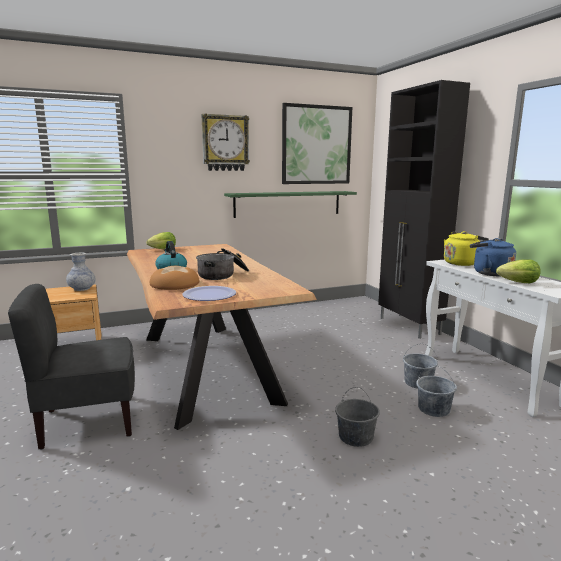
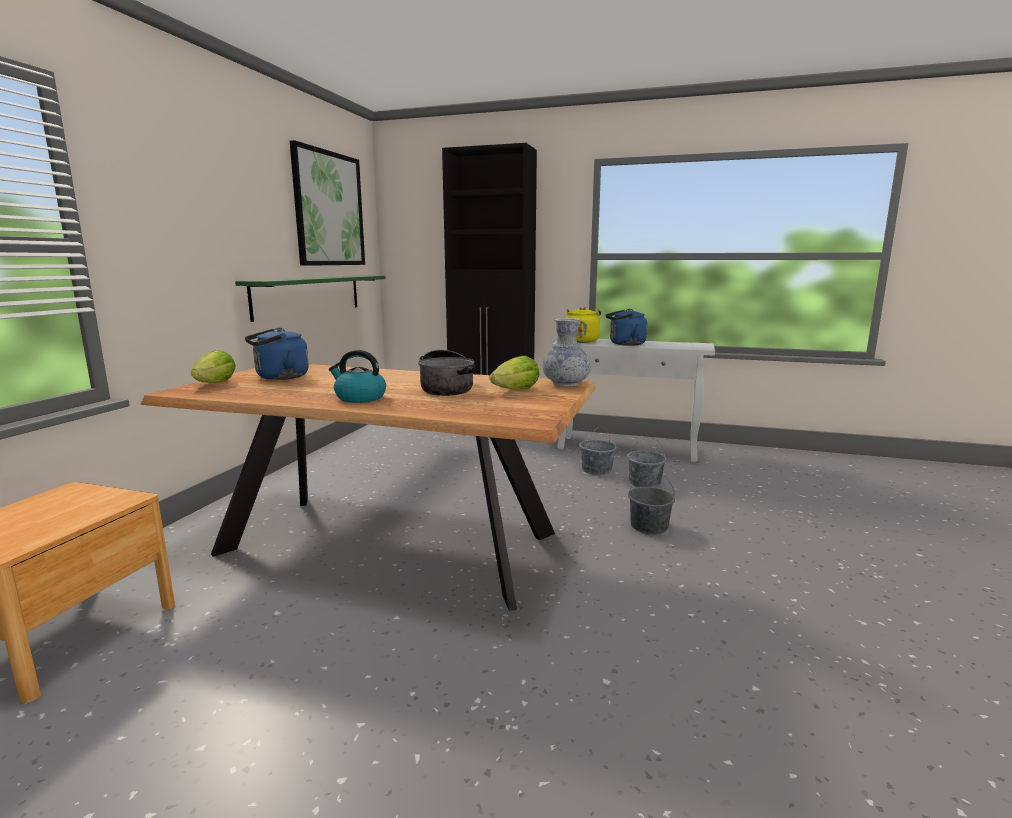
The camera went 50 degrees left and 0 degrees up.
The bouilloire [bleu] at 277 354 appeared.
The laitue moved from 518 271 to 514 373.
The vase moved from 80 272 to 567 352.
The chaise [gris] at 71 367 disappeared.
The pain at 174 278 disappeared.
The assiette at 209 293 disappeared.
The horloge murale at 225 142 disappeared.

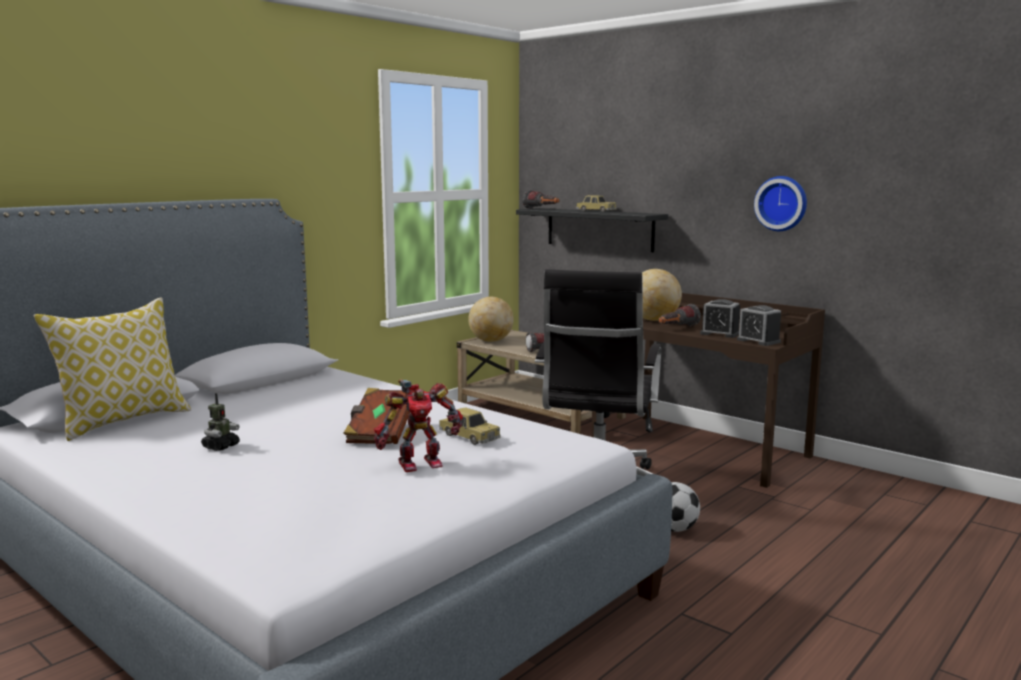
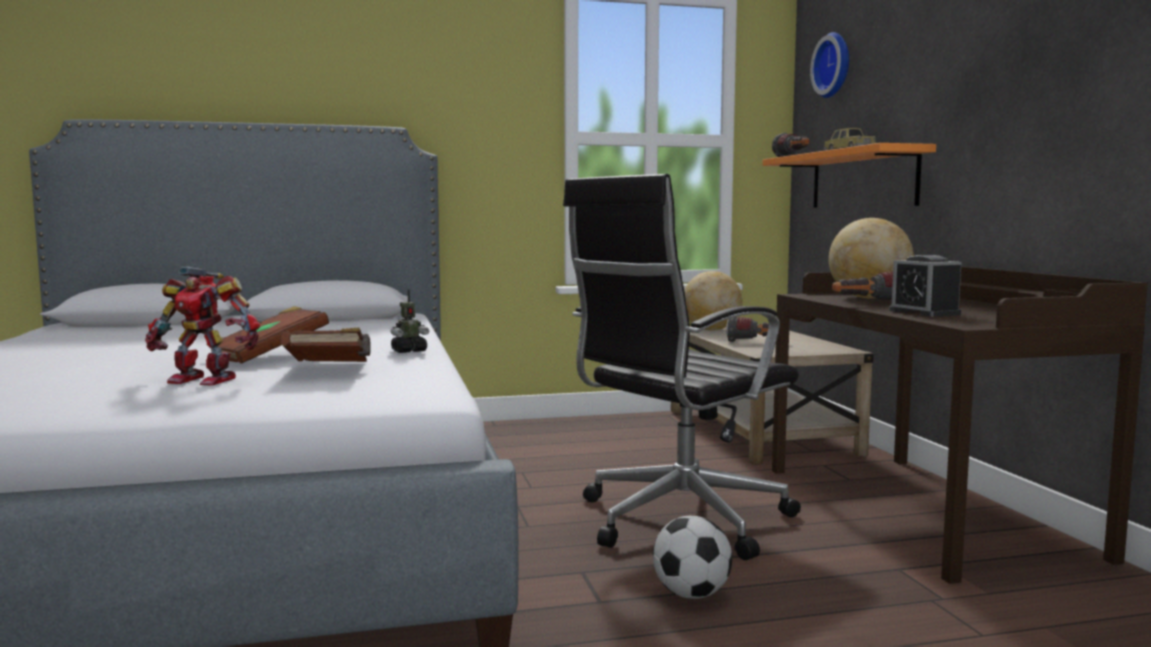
The camera went 35 degrees right and 5 degrees down.
The petite voiture at 469 426 was replaced by the livre [marron] at 325 345.
The robot jouet moved from 220 422 to 410 321.
The étagère [noir] at 592 230 became the étagère [orange] at 849 175.
The horloge murale moved from 780 203 to 829 65.
The coussin at 112 369 disappeared.
The réveil at 759 325 disappeared.

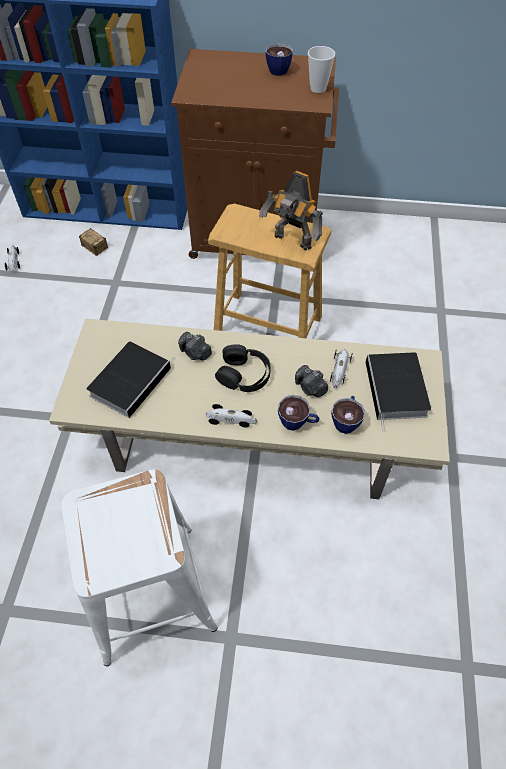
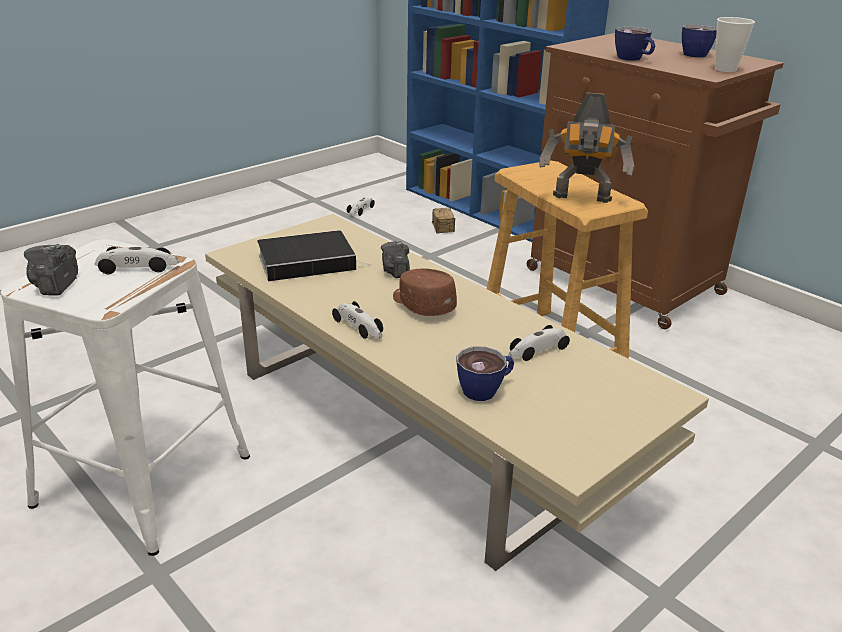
The camera went 40 degrees right and 25 degrees down.
The appareil photo moved from 311 381 to 51 269.
The petite voiture at 136 260 appeared.
The casque audio [noir] at 243 368 was replaced by the casquette [marron] at 425 292.
The robot jouet at 291 210 turned 60 degrees counterclockwise.
The tasse moved from 299 413 to 635 43.
The livre at 398 392 disappeared.

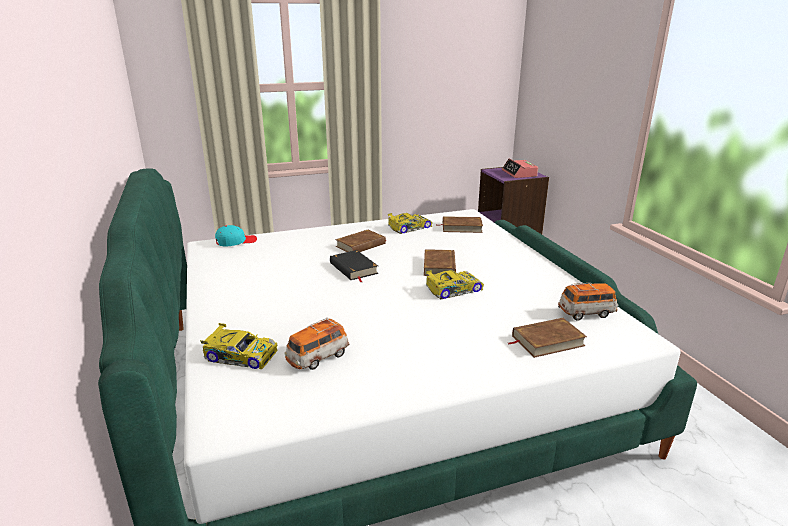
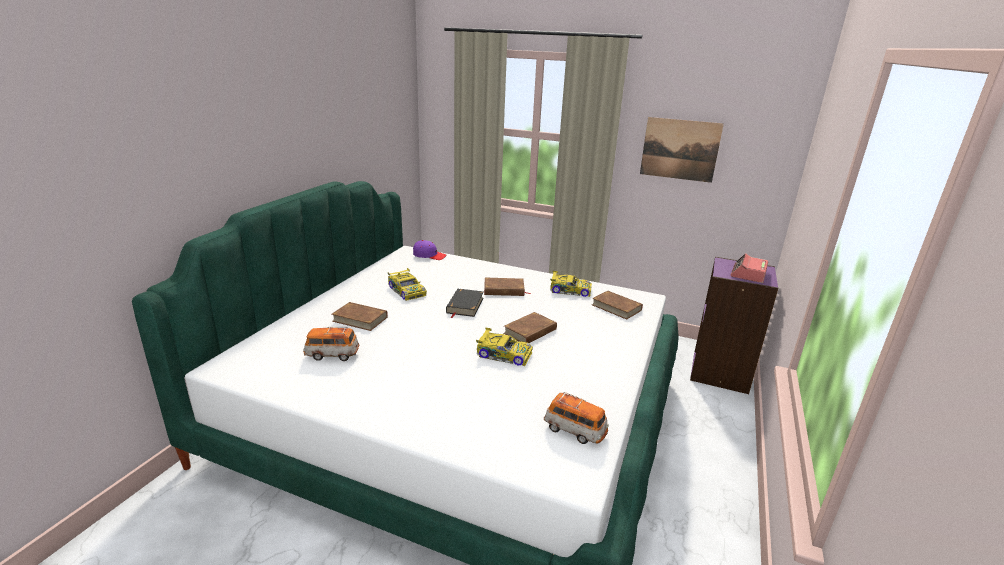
The camera went 40 degrees right and 0 degrees up.
The livre [marron] moved from 547 338 to 360 316.
The petite voiture moved from 239 346 to 407 284.
The casquette [turquoise] at 236 235 became the casquette [violet] at 429 250.
The tableau at 682 150 appeared.

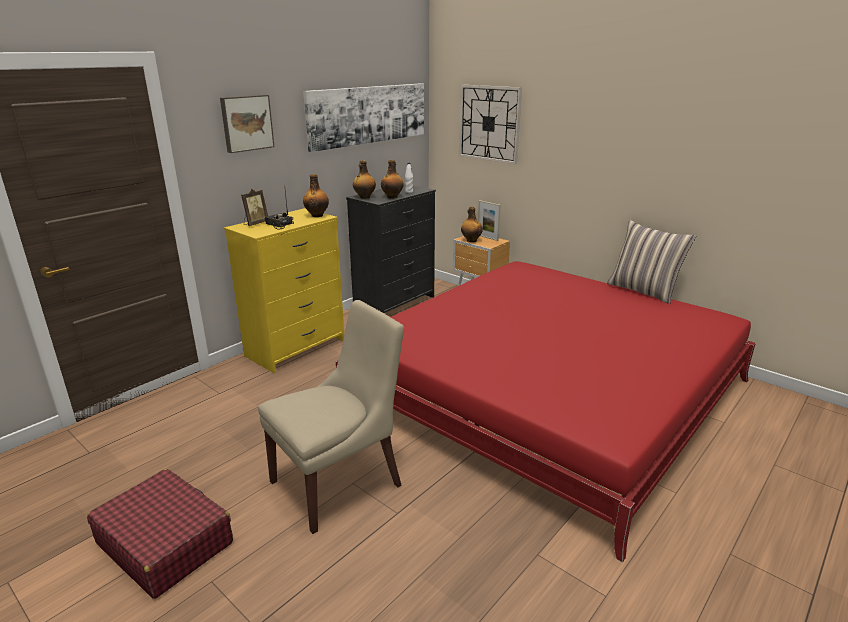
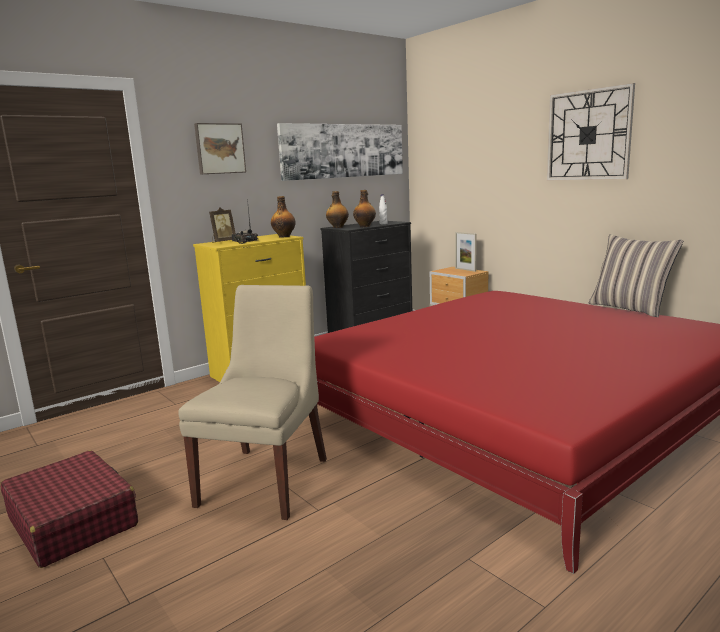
The camera went 10 degrees right and 10 degrees down.
The chaise [beige] at 331 417 turned 45 degrees counterclockwise.
The horloge murale moved from 490 124 to 591 131.
The bouteille at 472 224 disappeared.

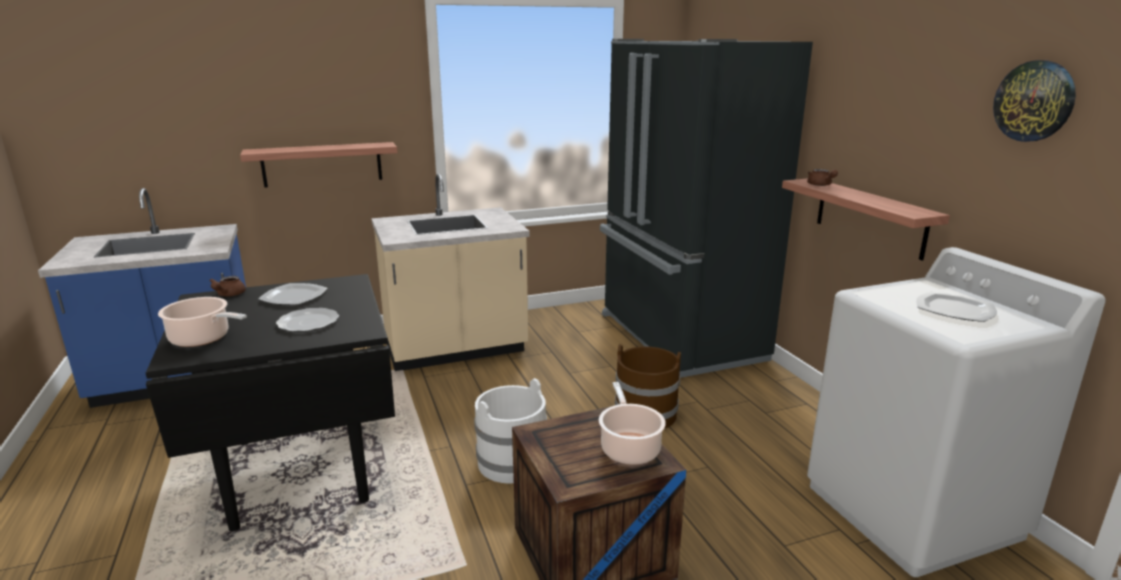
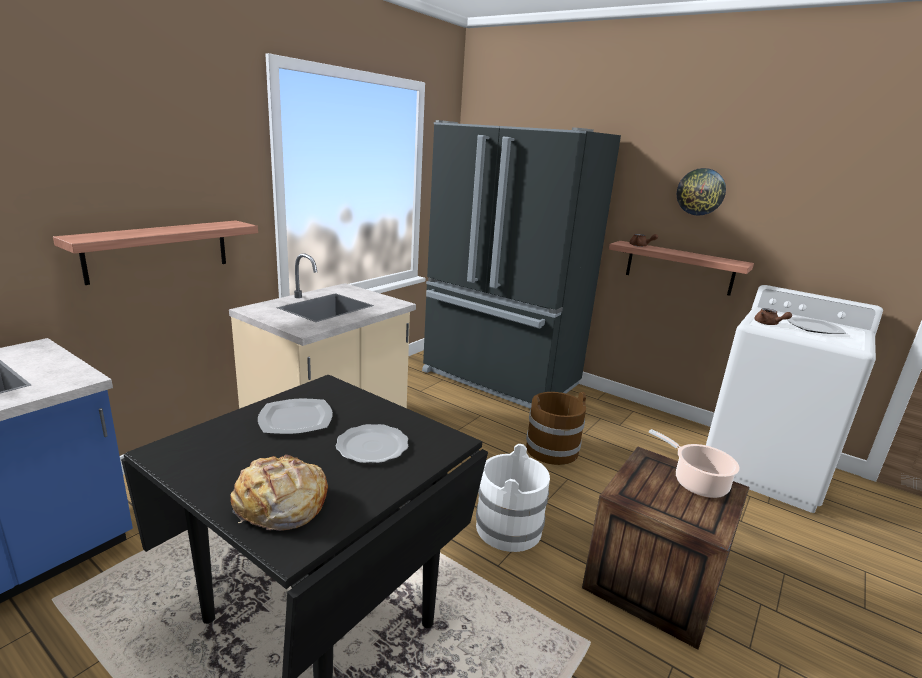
The camera went 35 degrees left and 0 degrees up.
The marmite at 202 322 was replaced by the pain at 279 492.
The horloge murale moved from 1034 101 to 701 192.
The théière [marron] moved from 227 286 to 773 316.

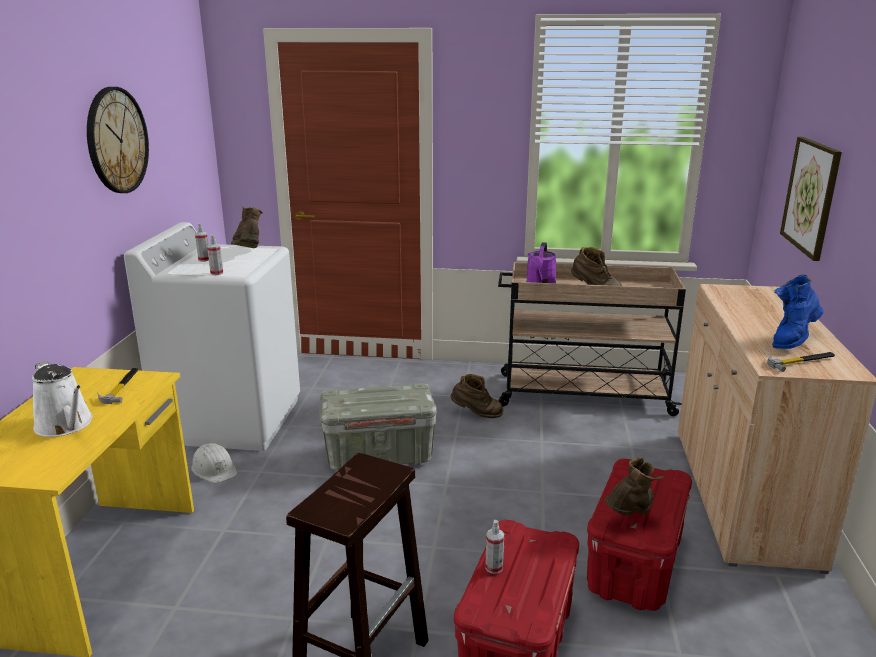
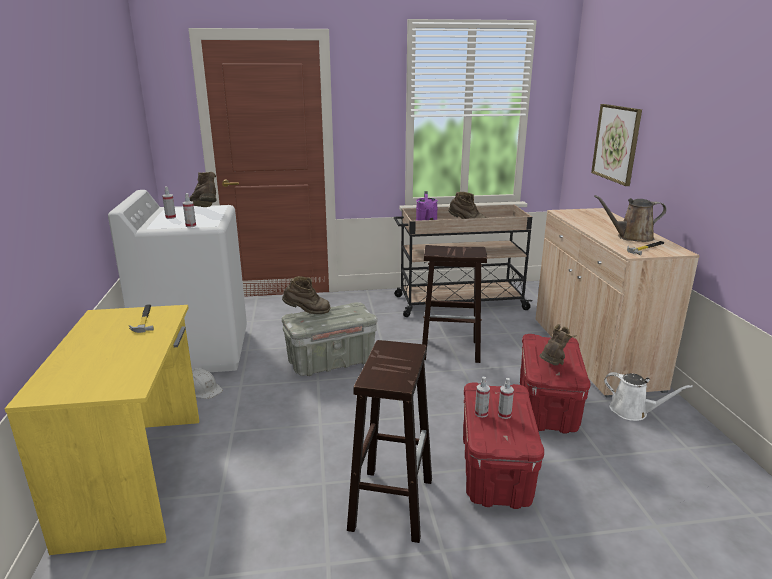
The camera went 15 degrees left and 0 degrees up.
The botte [marron] moved from 477 396 to 306 295.
The tabouret [marron] at 454 304 appeared.
The vaporisateur at 506 398 appeared.
The botte [bleu] at 798 312 was replaced by the arrosoir [marron] at 630 218.
The arrosoir [blanc] moved from 62 399 to 648 396.
The horloge murale at 118 140 disappeared.

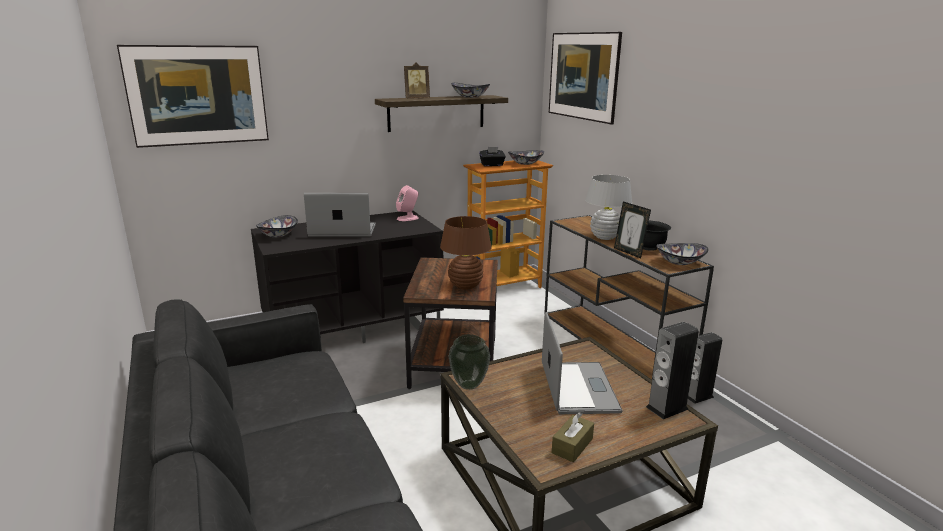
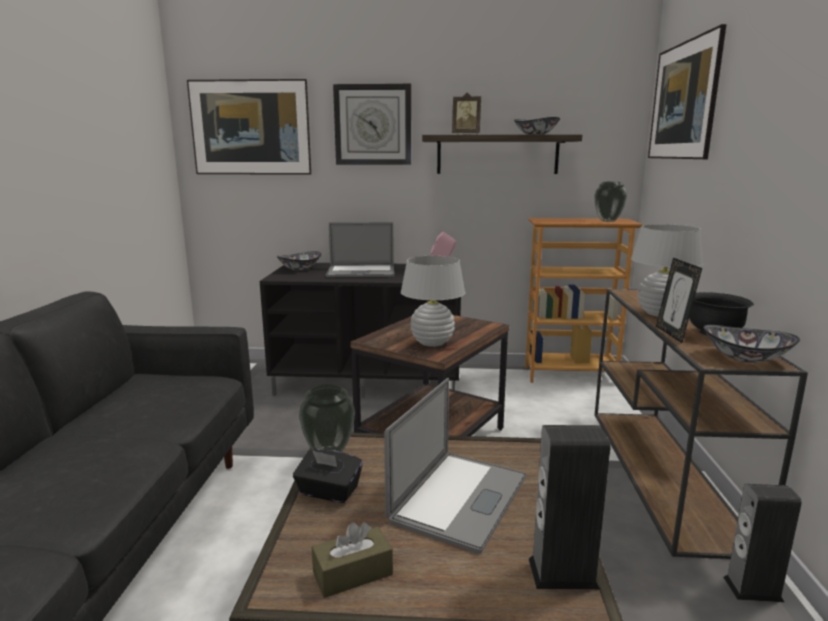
The camera went 30 degrees right and 5 degrees down.
The boîte à mouchoirs [noir] moved from 492 156 to 328 476.
The ordinateur portable at 340 215 turned 150 degrees clockwise.
The horloge murale at 372 124 appeared.
The lampe de table [marron] at 466 253 became the lampe de table [blanc] at 432 301.
The bol at 526 157 was replaced by the vase at 610 202.

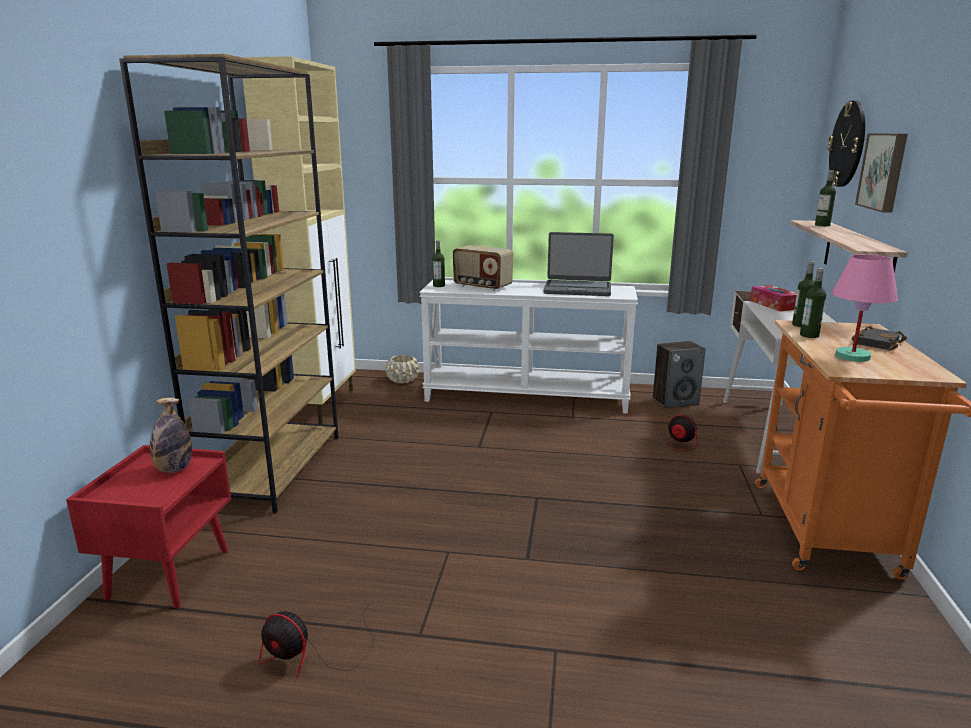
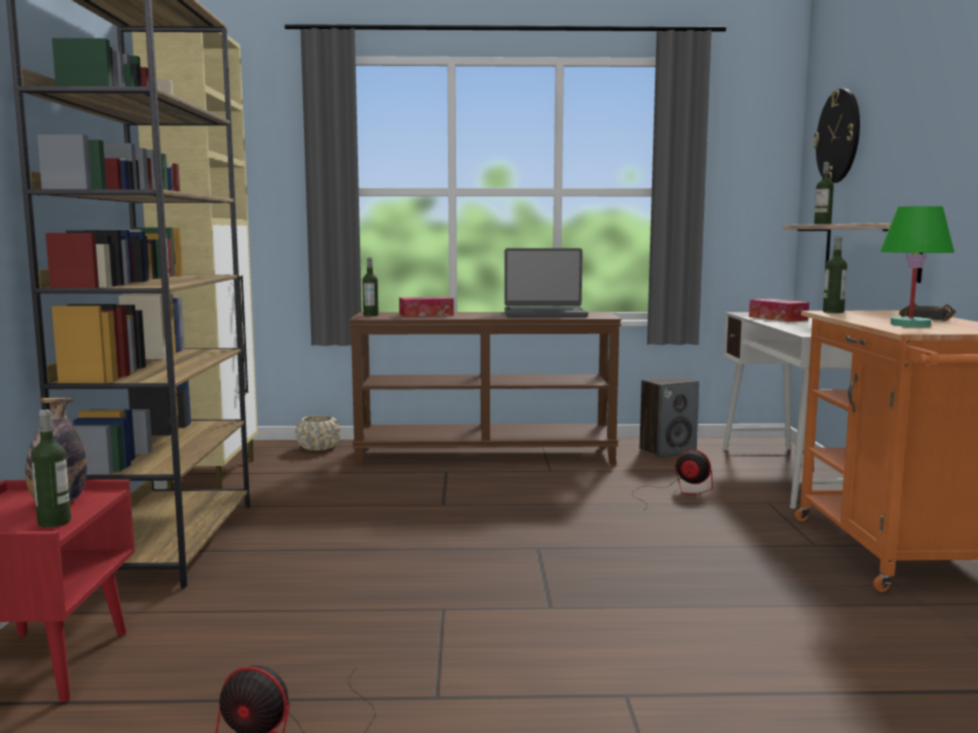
The camera went 10 degrees left and 10 degrees down.
The bouteille moved from 813 303 to 51 468.
The table console [blanc] at 528 347 became the table console [marron] at 485 389.
The radio at 483 268 was replaced by the boîte à mouchoirs at 426 306.
The lampe de table [rose] at 865 308 became the lampe de table [vert] at 917 266.
The tableau at 881 173 disappeared.

